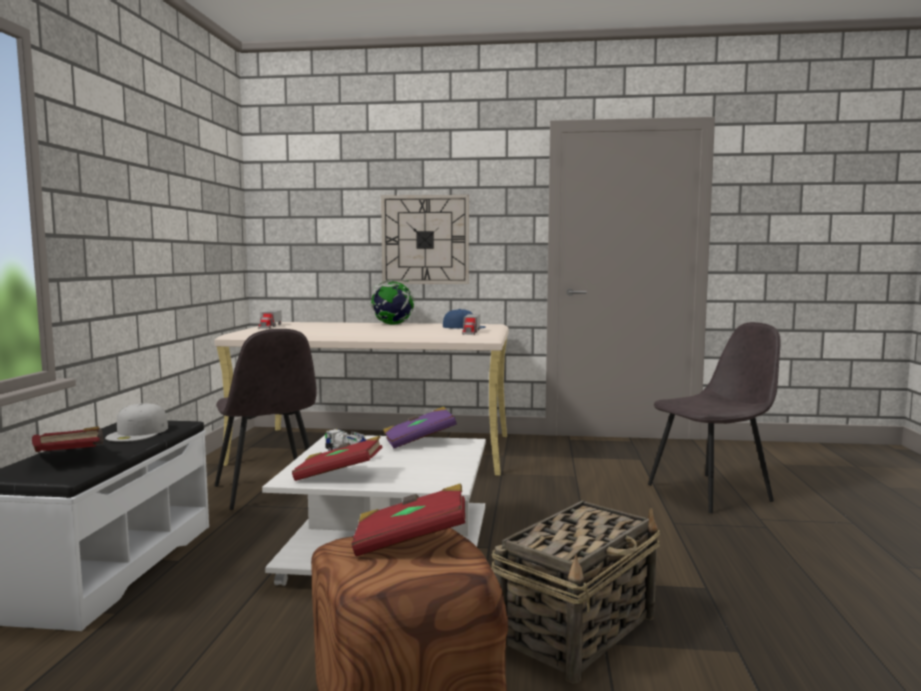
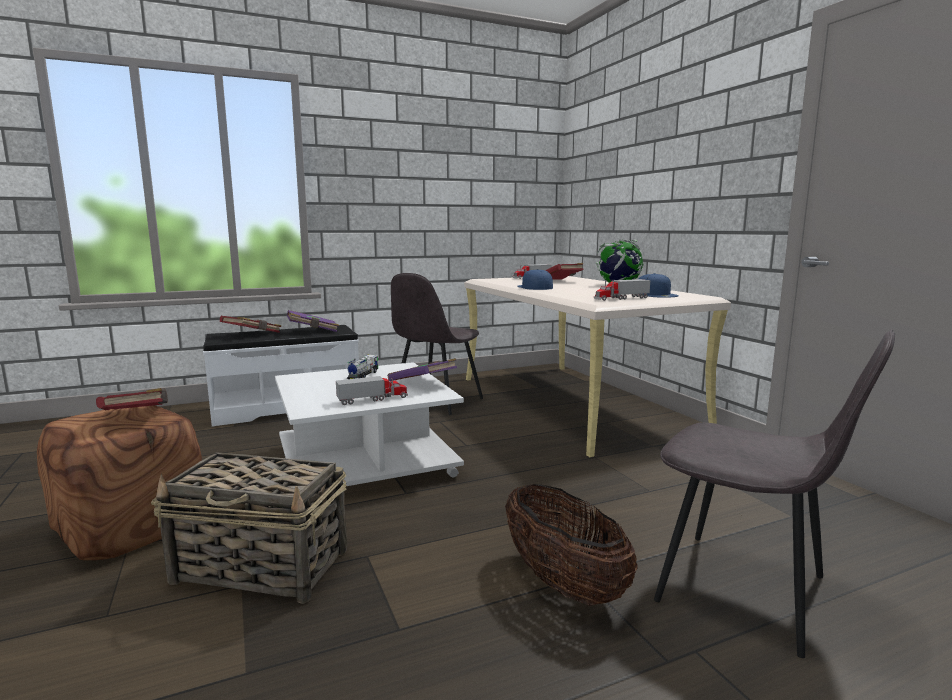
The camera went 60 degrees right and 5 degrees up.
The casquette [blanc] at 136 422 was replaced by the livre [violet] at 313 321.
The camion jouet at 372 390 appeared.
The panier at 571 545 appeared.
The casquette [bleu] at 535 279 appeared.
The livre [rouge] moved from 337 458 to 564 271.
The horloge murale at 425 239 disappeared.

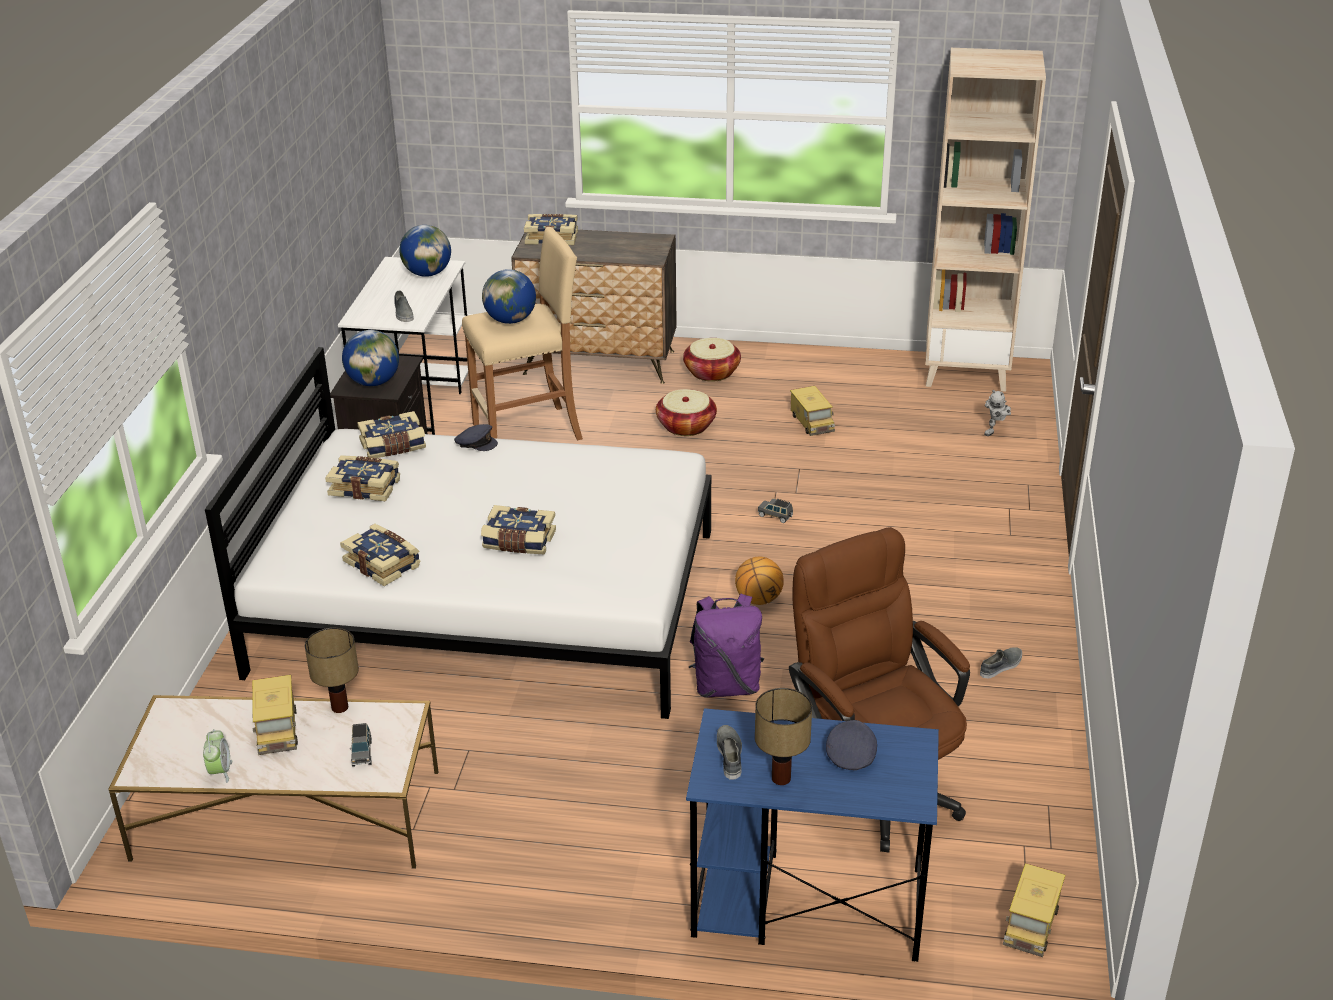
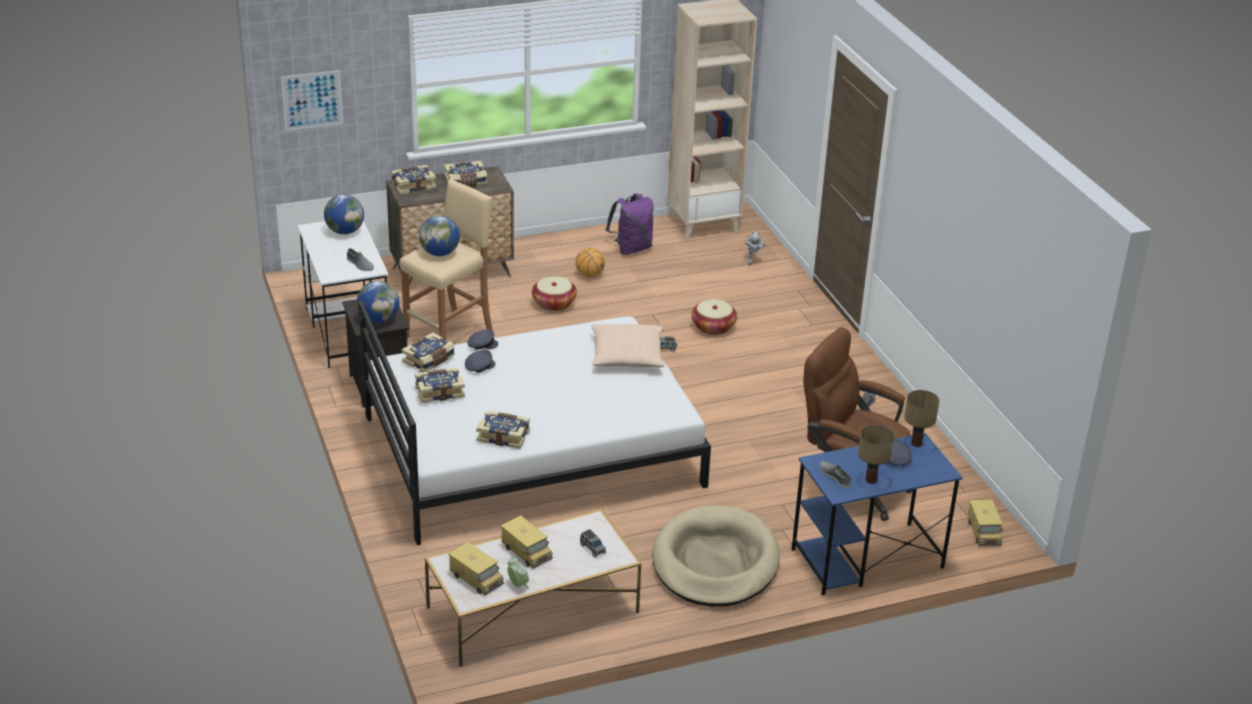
The camera went 30 degrees left and 0 degrees up.
The tableau at 312 100 appeared.
The livre moved from 518 529 to 465 174.
The camion jouet moved from 812 411 to 476 568.
The casquette [gris] at 480 361 appeared.
The ballon de basket moved from 759 581 to 590 262.
The coussin [beige] at 628 346 appeared.
The sac à dos [violet] moved from 726 645 to 630 224.
The panier pour chien [beige] at 716 556 appeared.
The panier moved from 712 360 to 714 317.
The lampe de table moved from 332 670 to 921 418.

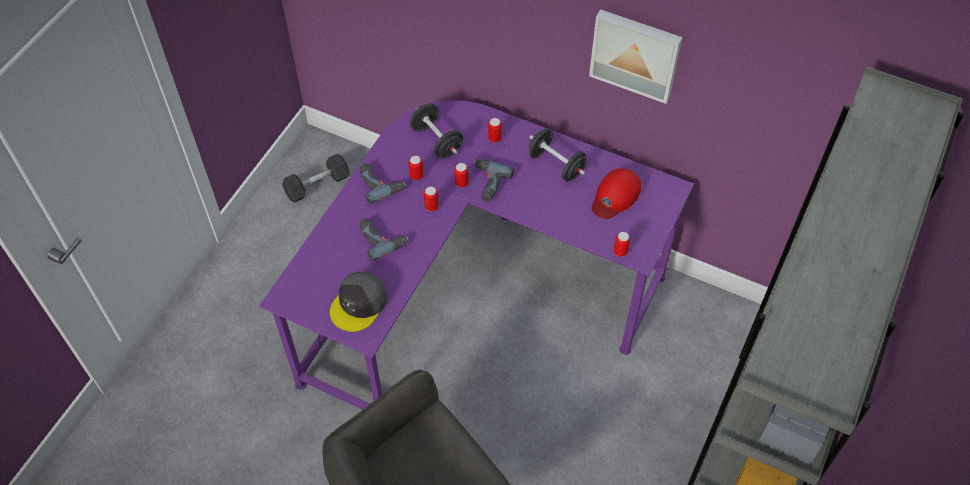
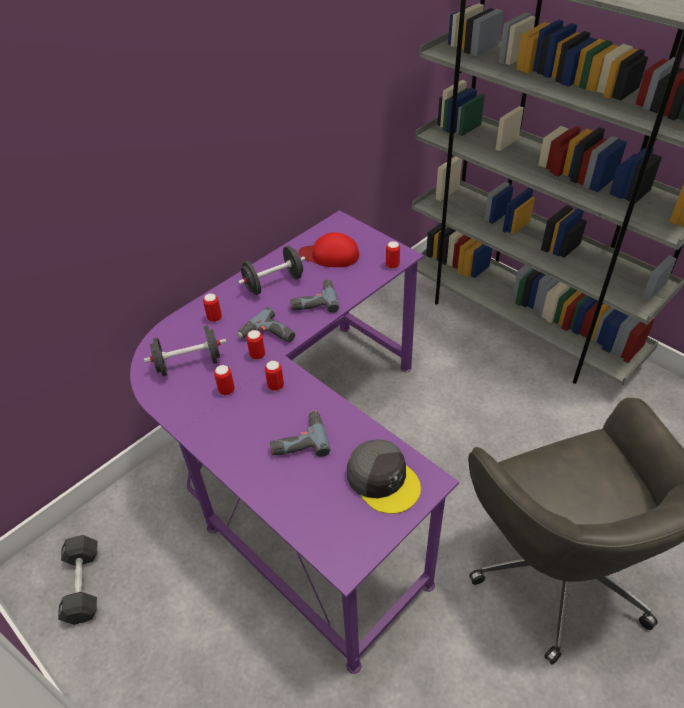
The camera went 70 degrees left and 10 degrees down.
The perceuse moved from 382 183 to 314 296.
The casquette [rouge] at 616 193 turned 135 degrees clockwise.
The tableau at 636 56 disappeared.

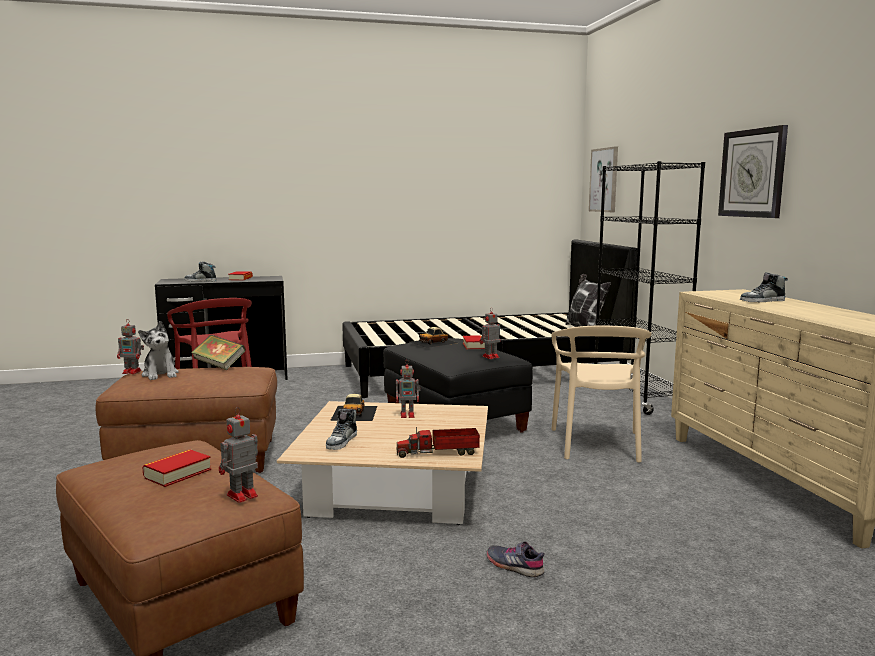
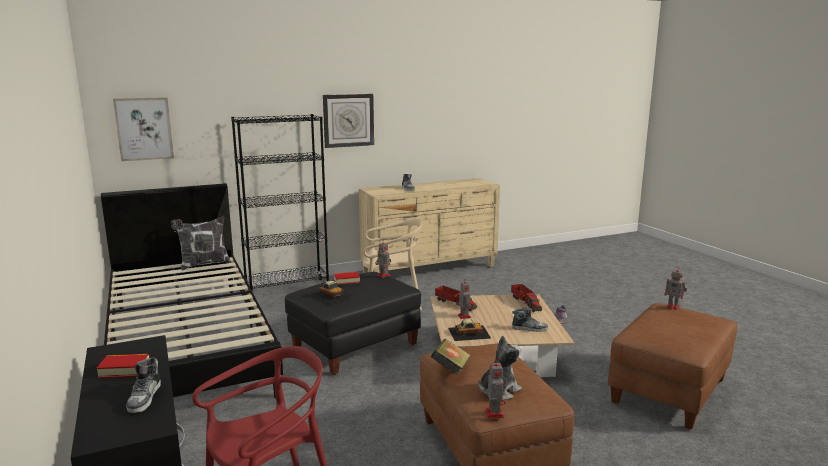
The camera went 100 degrees left and 5 degrees up.
The camion jouet at 456 298 appeared.
The livre at 176 468 disappeared.

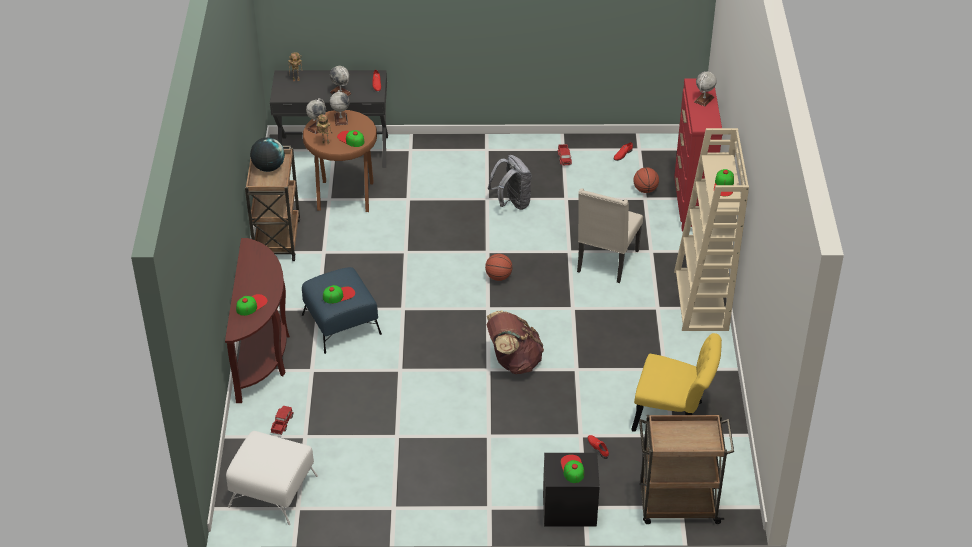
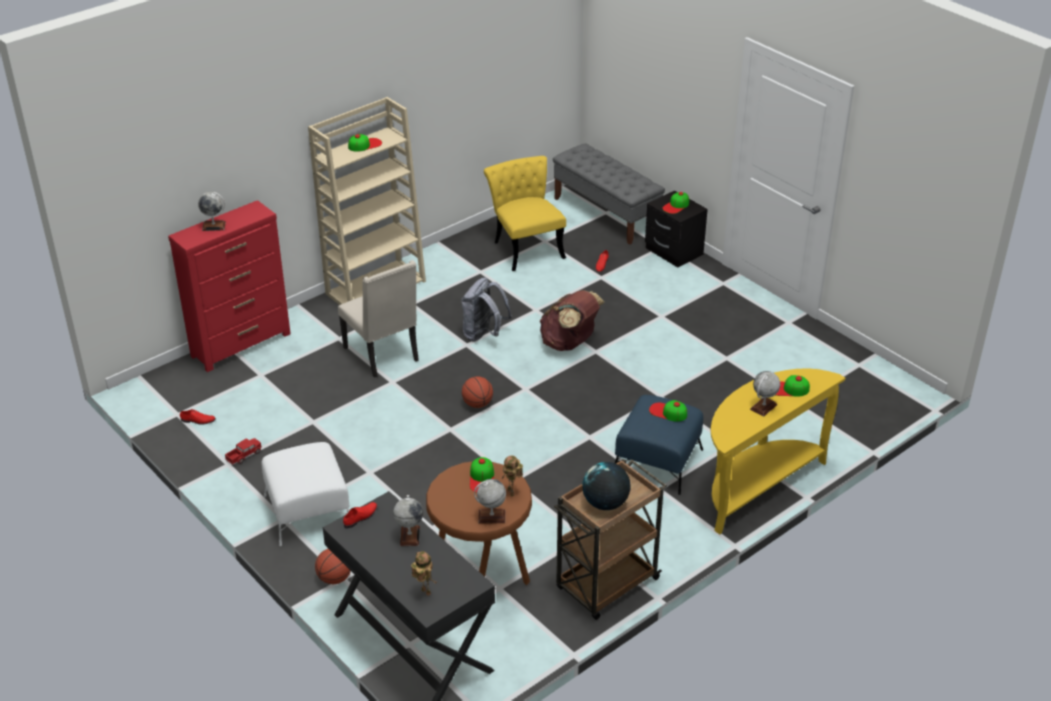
The camera went 130 degrees left and 5 degrees down.
The pouf [blanc] moved from 272 478 to 305 494.
The ballon de basket moved from 646 180 to 333 566.
The chaise [beige] at 610 235 turned 75 degrees clockwise.
The sac à dos [gris] moved from 510 182 to 486 309.
The chariot [marron] at 686 469 was replaced by the banc [gris] at 609 194.
The table console [marron] at 257 320 became the table console [jaune] at 778 451.
The globe moved from 340 107 to 765 394.
The camion jouet at 282 420 disappeared.

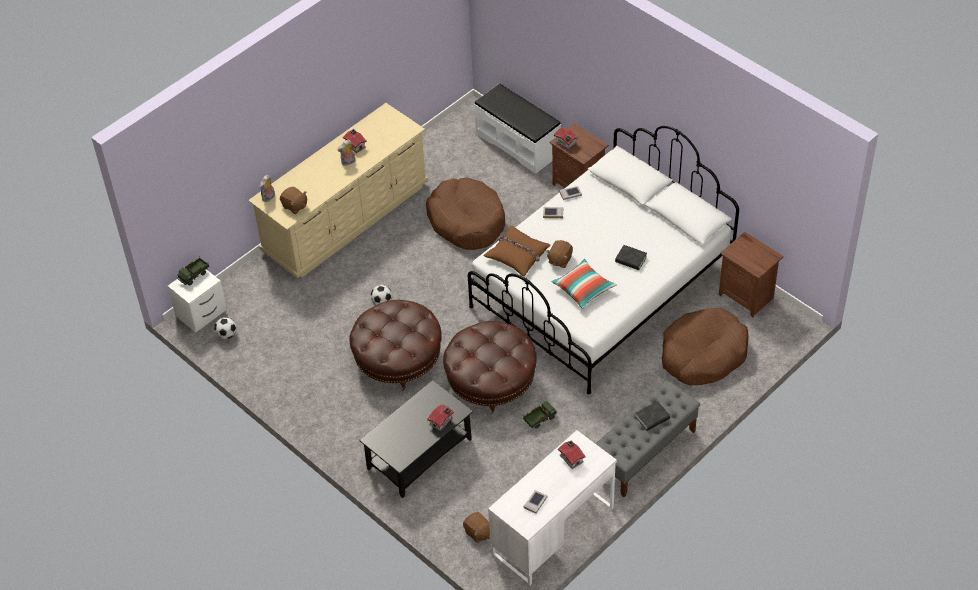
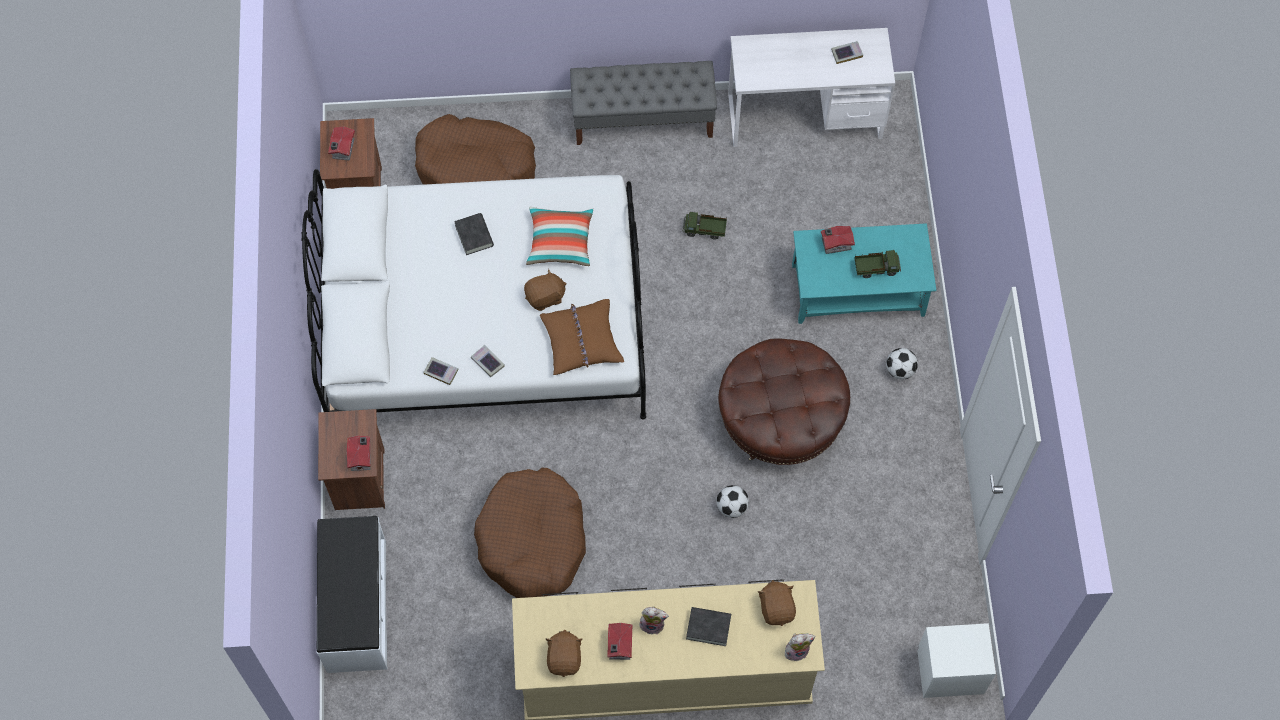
The camera went 140 degrees left and 15 degrees up.
The maison miniature moved from 572 455 to 341 143.
The peluche [marron] moved from 476 527 to 564 653.
The livre [noir] moved from 652 416 to 708 626.
The table basse [noir] at 416 439 became the table basse [turquoise] at 864 273.
The camion jouet moved from 193 271 to 878 264.
The ballon de foot moved from 225 328 to 902 364.
The pouf [marron] at 490 367 disappeared.

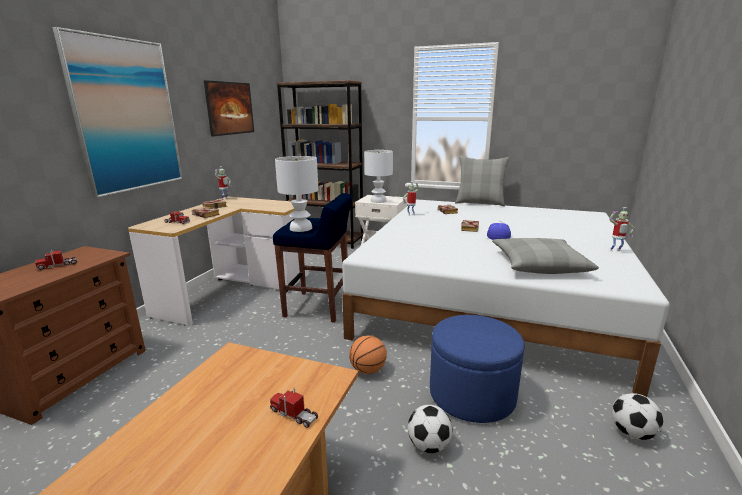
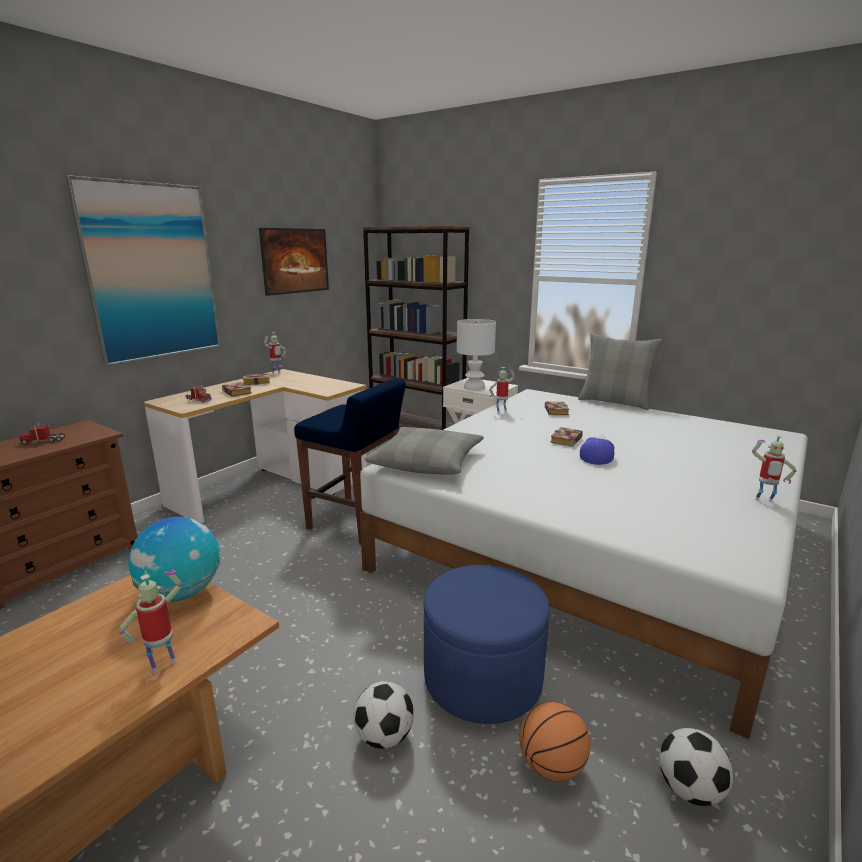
The camera went 15 degrees right and 0 degrees up.
The camion jouet at 294 408 was replaced by the robot jouet at 150 621.
The globe at 174 559 appeared.
The coussin [gris] moved from 545 256 to 424 451.
The ballon de basket moved from 368 355 to 555 742.
The lampe de table [blanc] at 296 194 disappeared.

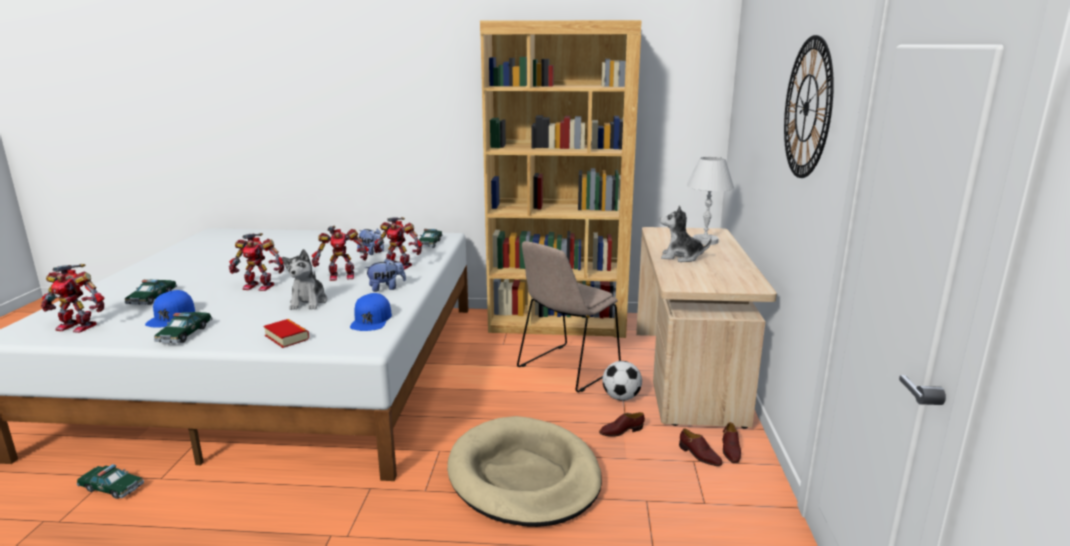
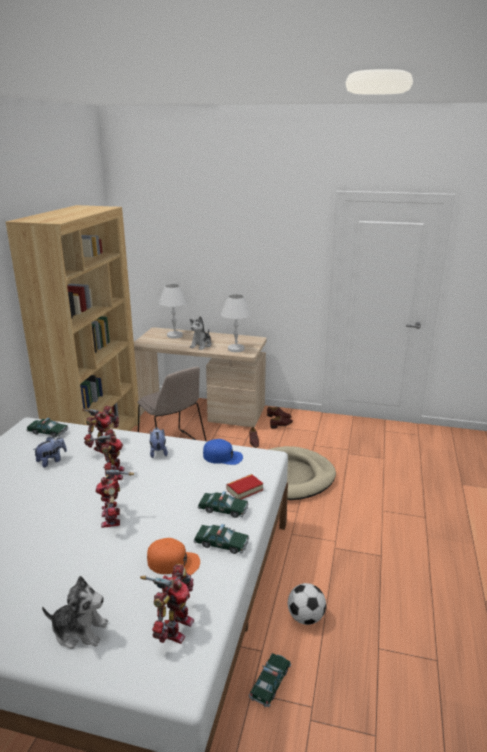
The camera went 80 degrees left and 5 degrees up.
The peluche moved from 304 279 to 75 612.
The robot jouet at 256 262 turned 150 degrees clockwise.
The casquette [bleu] at 170 309 became the casquette [orange] at 173 556.
The petite voiture moved from 150 292 to 223 504.
The lampe de table [blanc] at 236 323 appeared.
The ballon de foot moved from 622 381 to 307 604.
The horloge murale at 809 106 disappeared.

